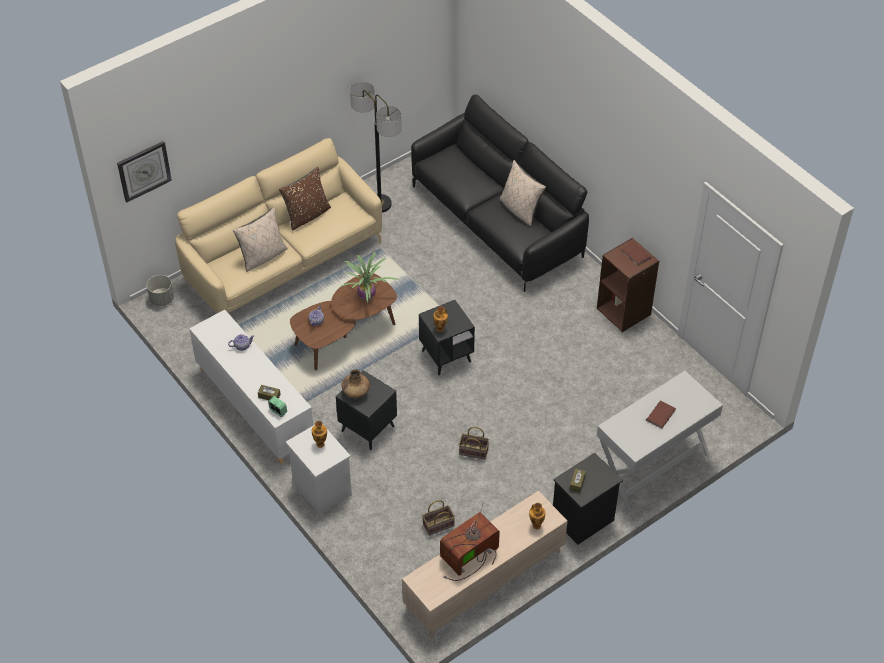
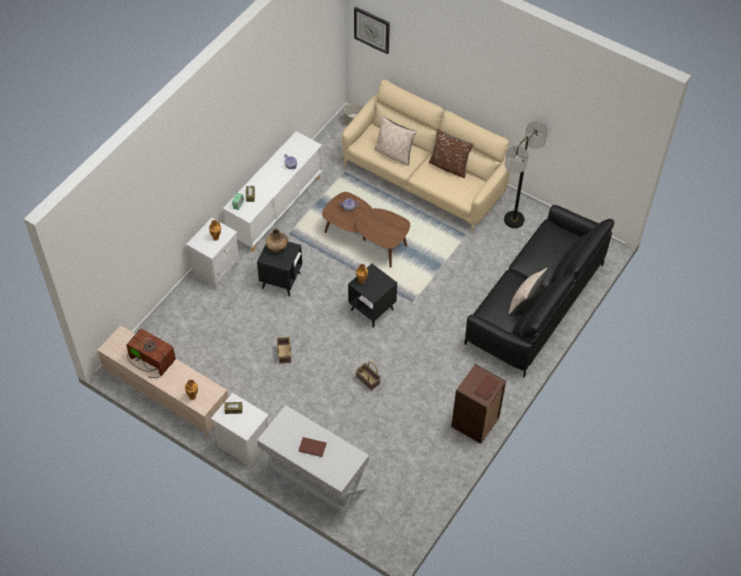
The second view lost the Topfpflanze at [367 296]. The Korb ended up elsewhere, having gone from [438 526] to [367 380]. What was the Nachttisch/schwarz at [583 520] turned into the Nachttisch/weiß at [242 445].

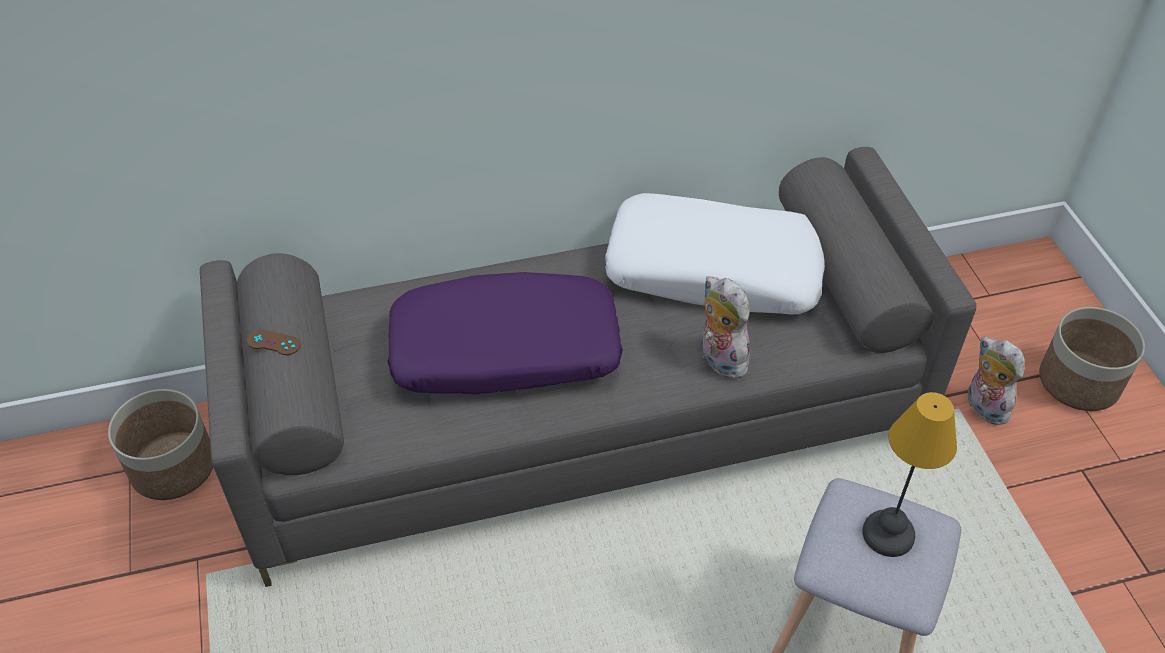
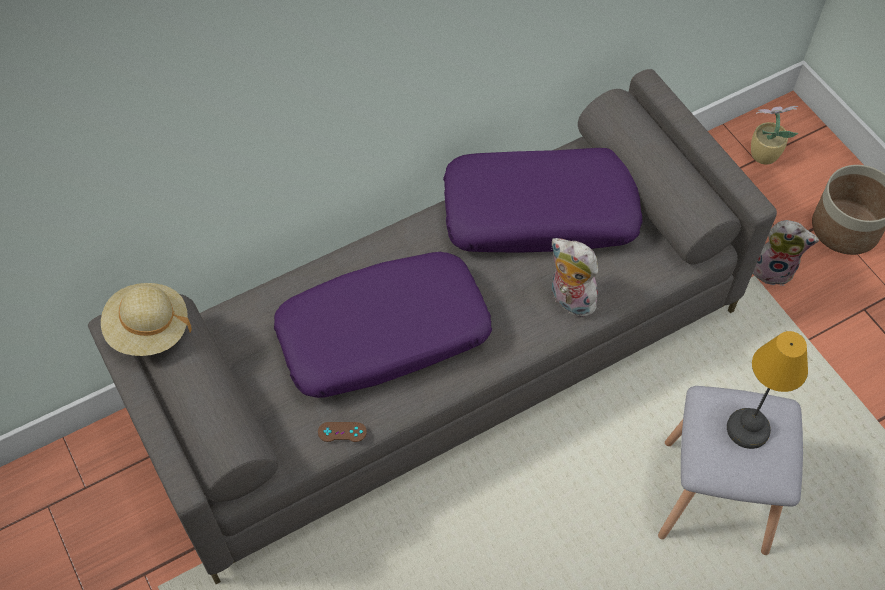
The second view lost the Pflanzkübel at [172 467]. The Gamepad/braun ended up elsewhere, having gone from [273 343] to [342 432]. What was the Kissen/weiß at [715 270] turned into the Kissen/lila at [540 212]. The Plüschtier at [983 407] ended up facing another way, 150 degrees clockwise from before. The second view gained the Hut/beige at [148 330]. The second view gained the Topfpflanze at [762 154].

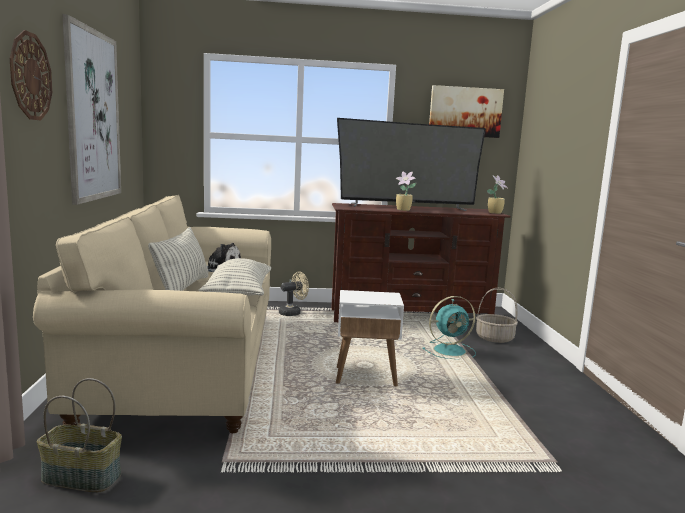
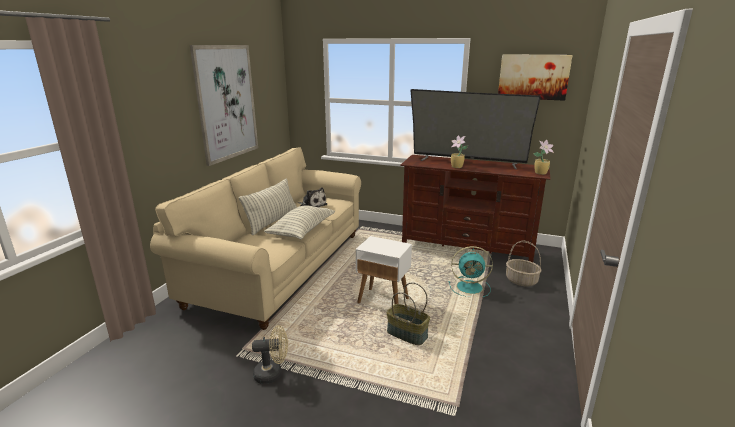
The second view lost the Wanduhr at [30 76]. The Korb ended up elsewhere, having gone from [80 478] to [406 334]. The Ventilator/beige ended up elsewhere, having gone from [293 313] to [273 374].

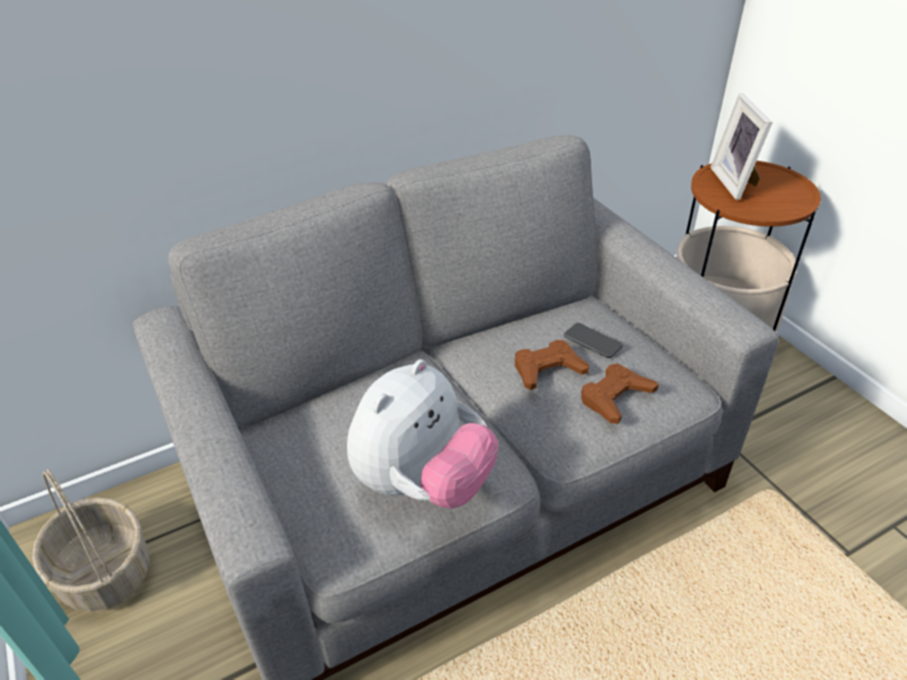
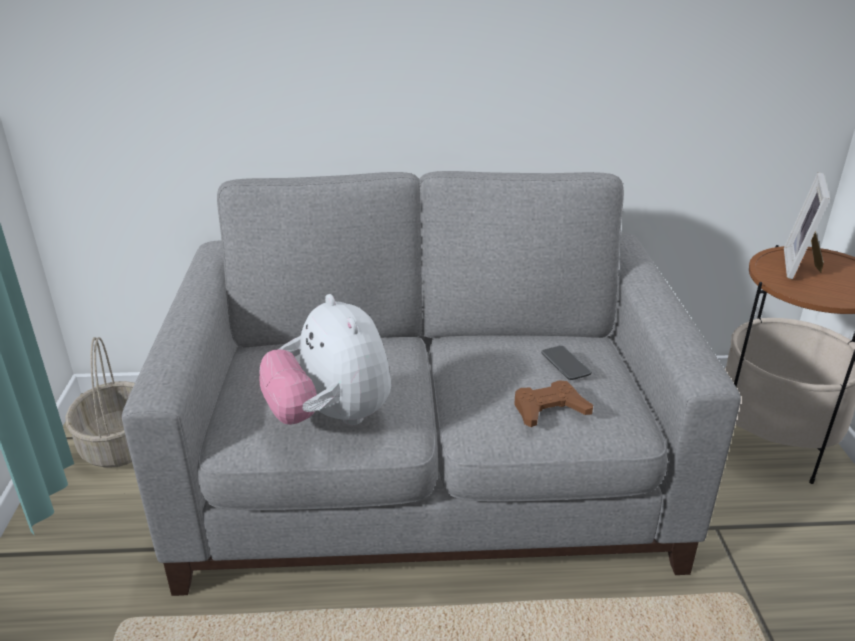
The Plüschtier at [423 483] ended up facing another way, 90 degrees clockwise from before. The second view lost the Gamepad/braun at [547 369].

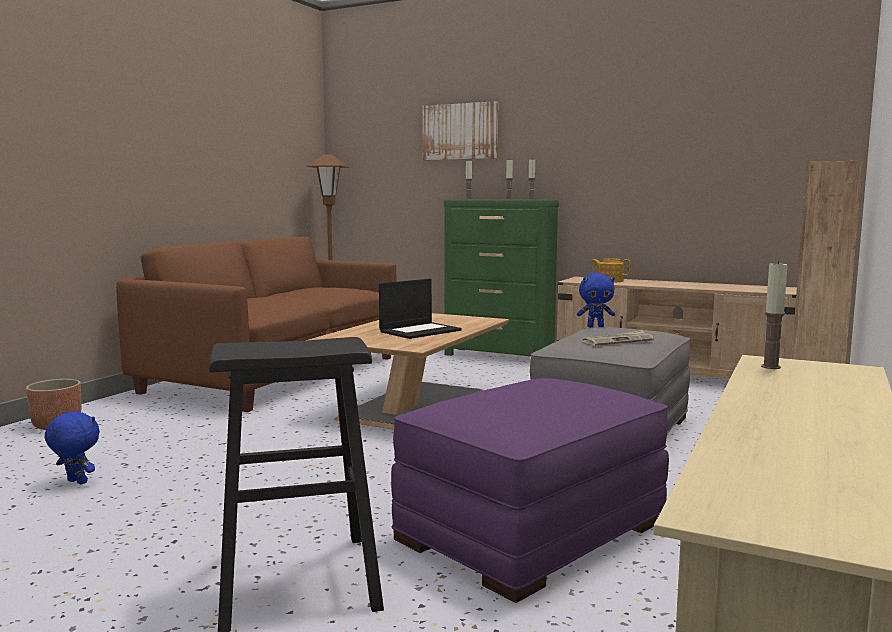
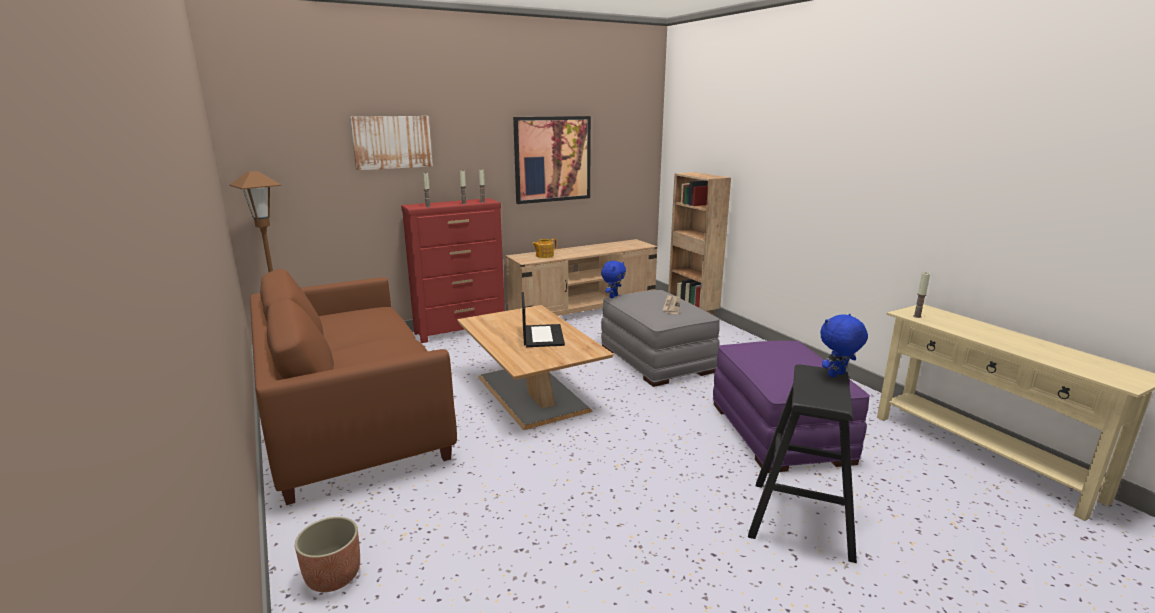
The Plüschtier/blau ended up elsewhere, having gone from [75 482] to [837 375]. What was the Kommode/grün at [499 356] turned into the Kommode/rot at [461 330]. The second view gained the Bild at [552 159].

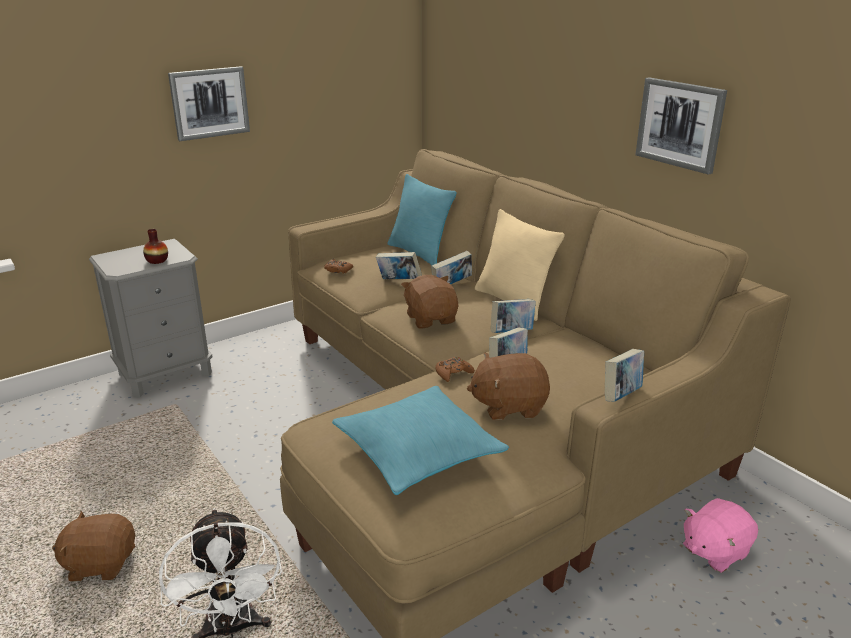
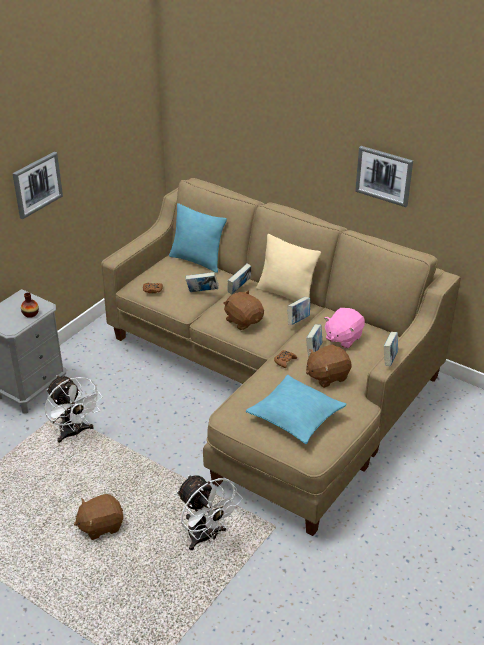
The Plüschtier/rosa ended up elsewhere, having gone from [714 551] to [343 338]. The second view gained the Ventilator/weiß at [74 433].

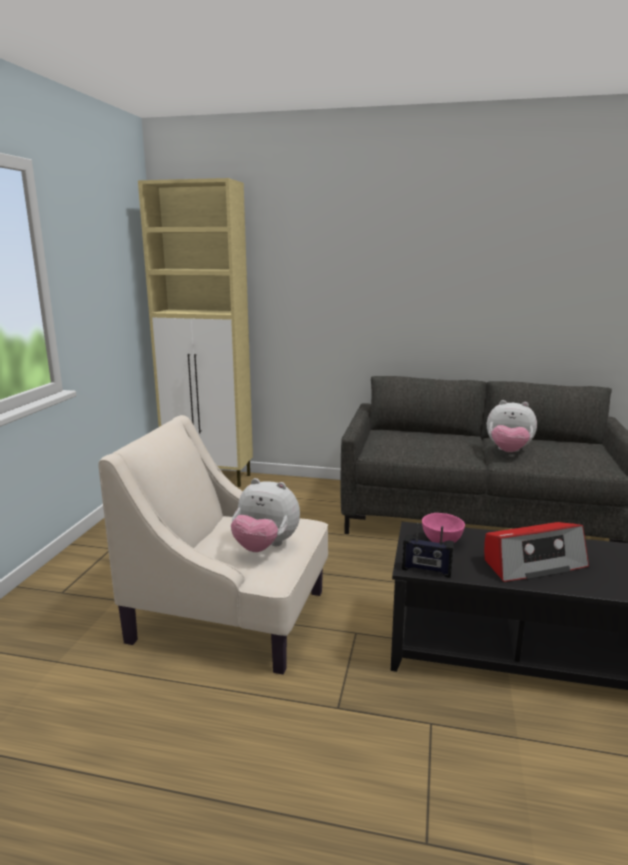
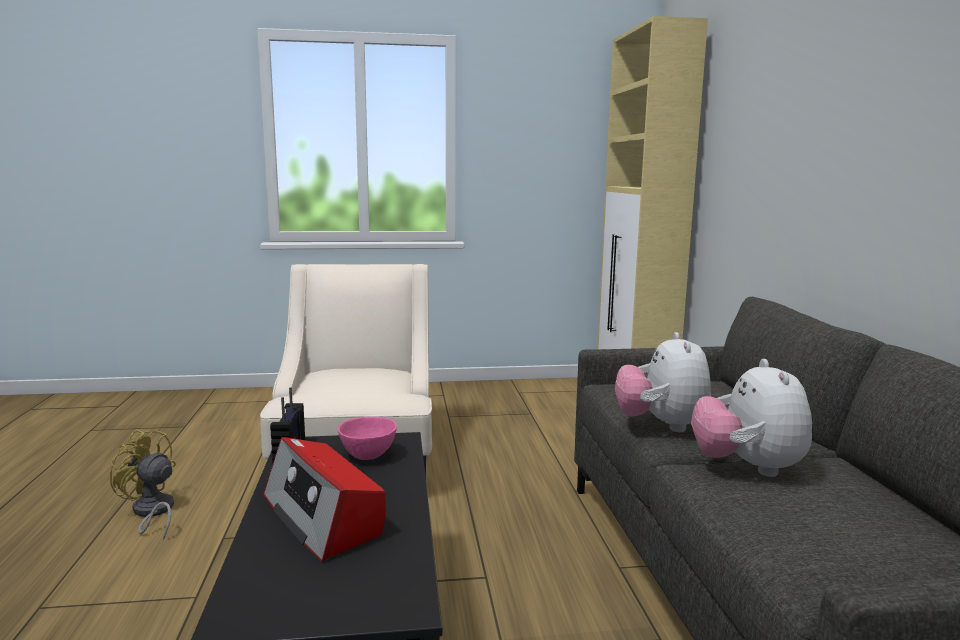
The Plüschtier ended up elsewhere, having gone from [265 547] to [661 425]. The second view gained the Ventilator/gelb at [152 513].

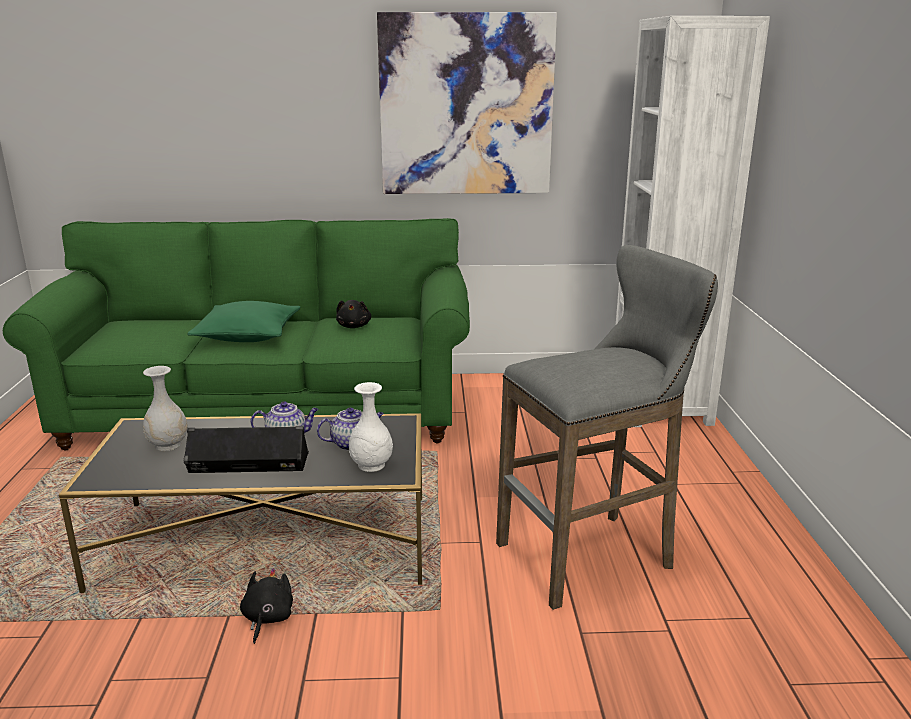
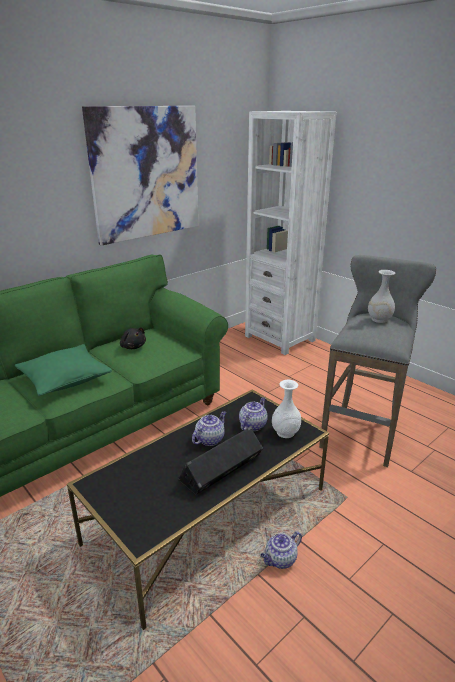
The Vase/weiß ended up elsewhere, having gone from [168 445] to [379 319]. Where the Plüschtier/schwarz stood at [267 619], the Teekanne came to stand at [280 560].

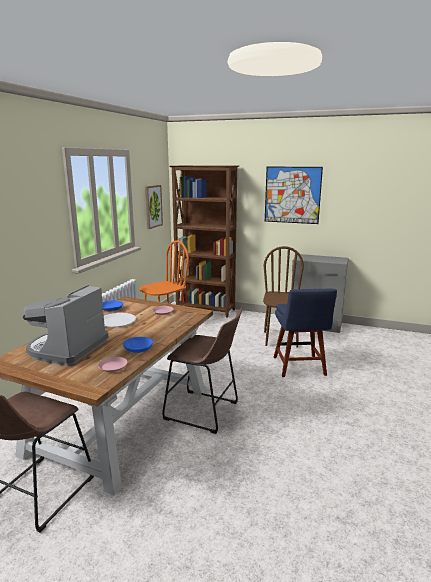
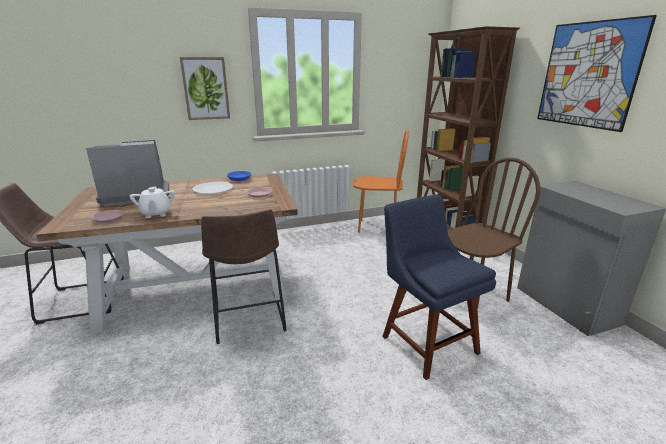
Where the Schüssel/blau stood at [138 349], the Teekanne/weiß came to stand at [156 214]. The Bild ended up elsewhere, having gone from [153 206] to [205 88]. The Stuhl/blau at [299 367] ended up facing another way, 105 degrees clockwise from before.

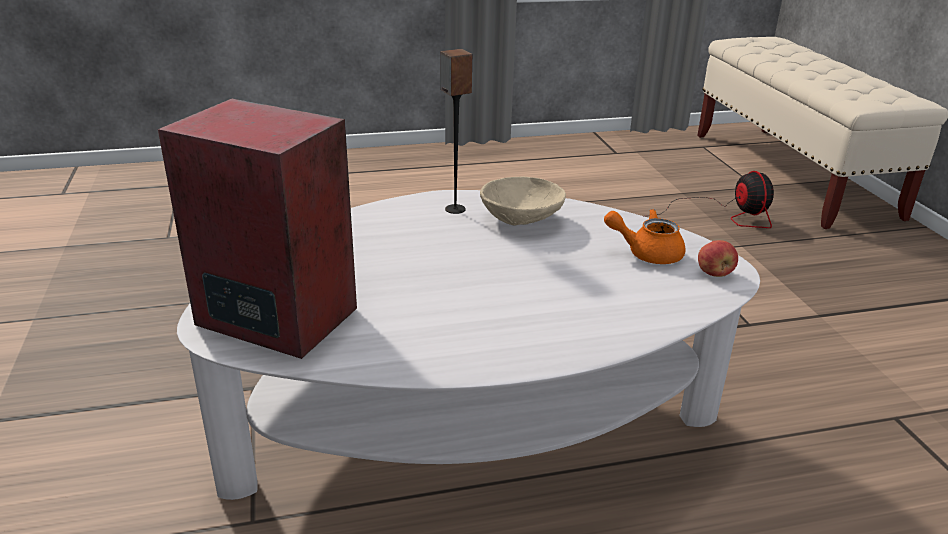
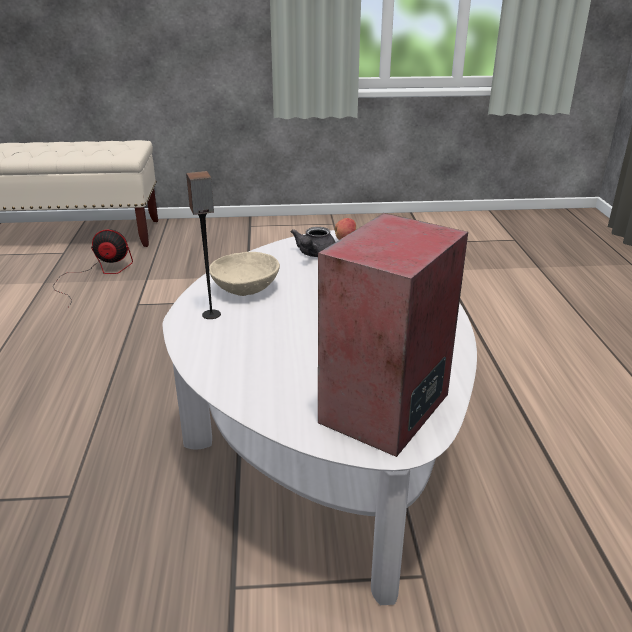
What was the Teekanne/orange at [646 253] turned into the Teekanne/grau at [314 254].

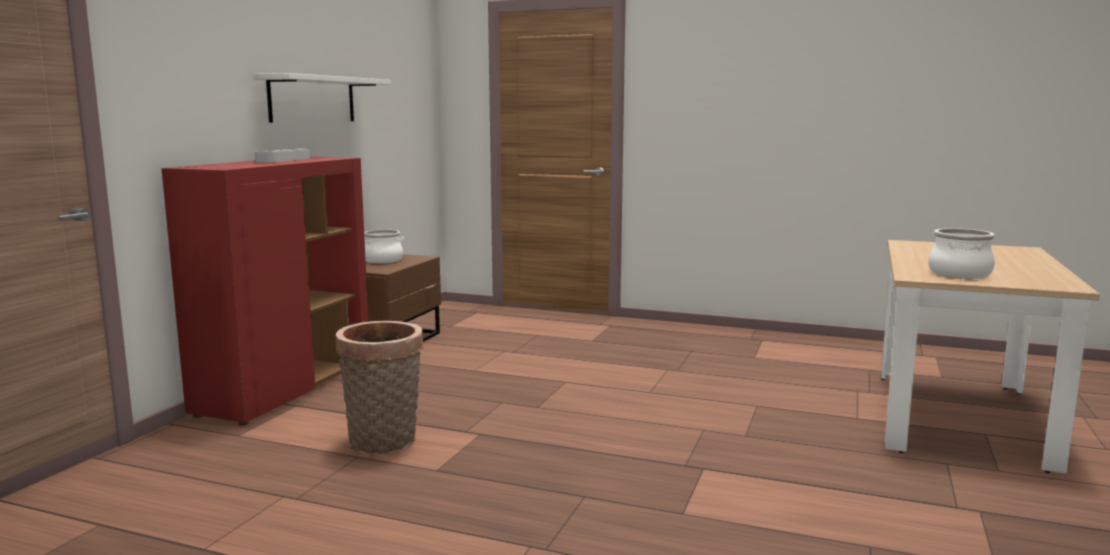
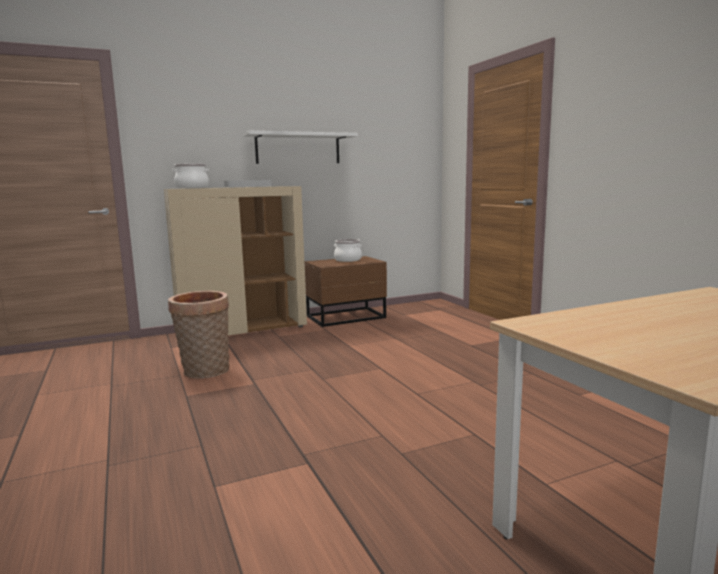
What was the Schrank/rot at [286 388] turned into the Schrank/beige at [243 330]. The Kochtopf ended up elsewhere, having gone from [960 274] to [192 188].

